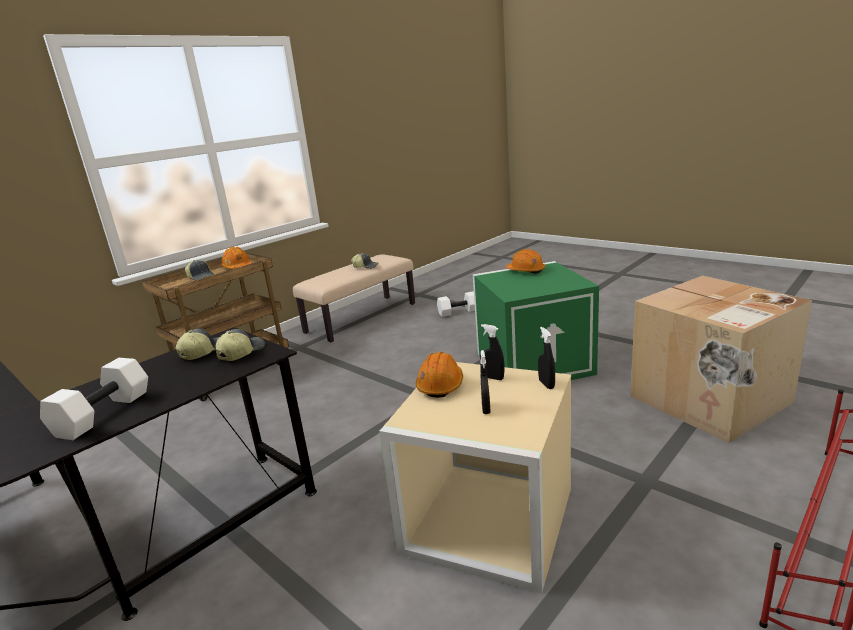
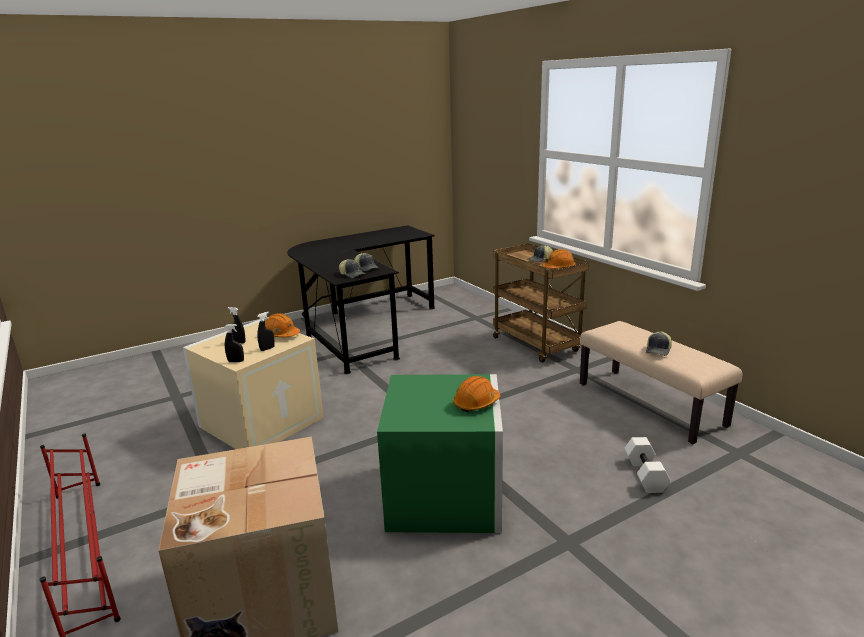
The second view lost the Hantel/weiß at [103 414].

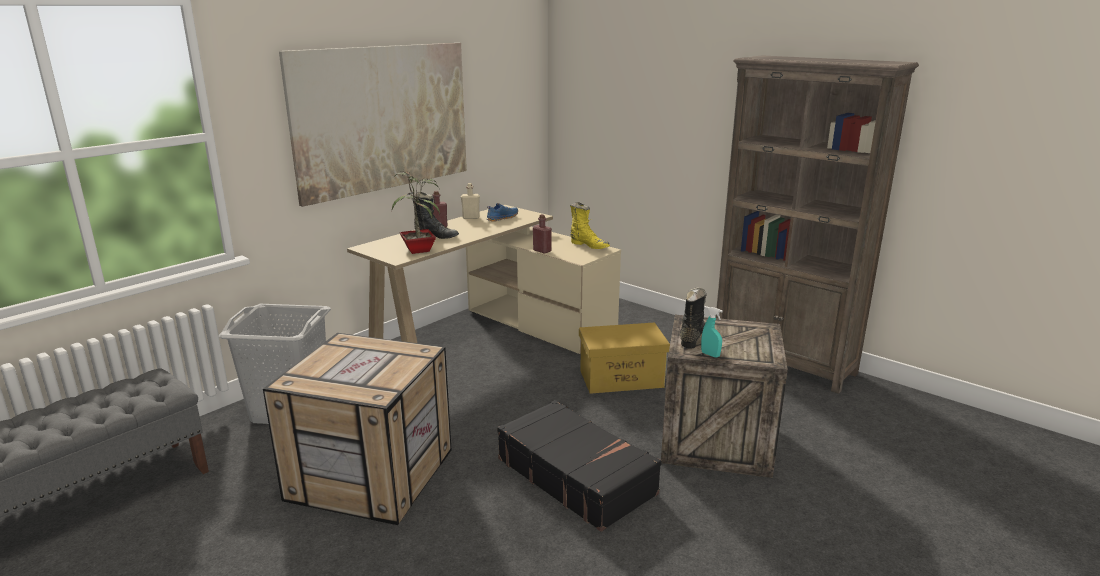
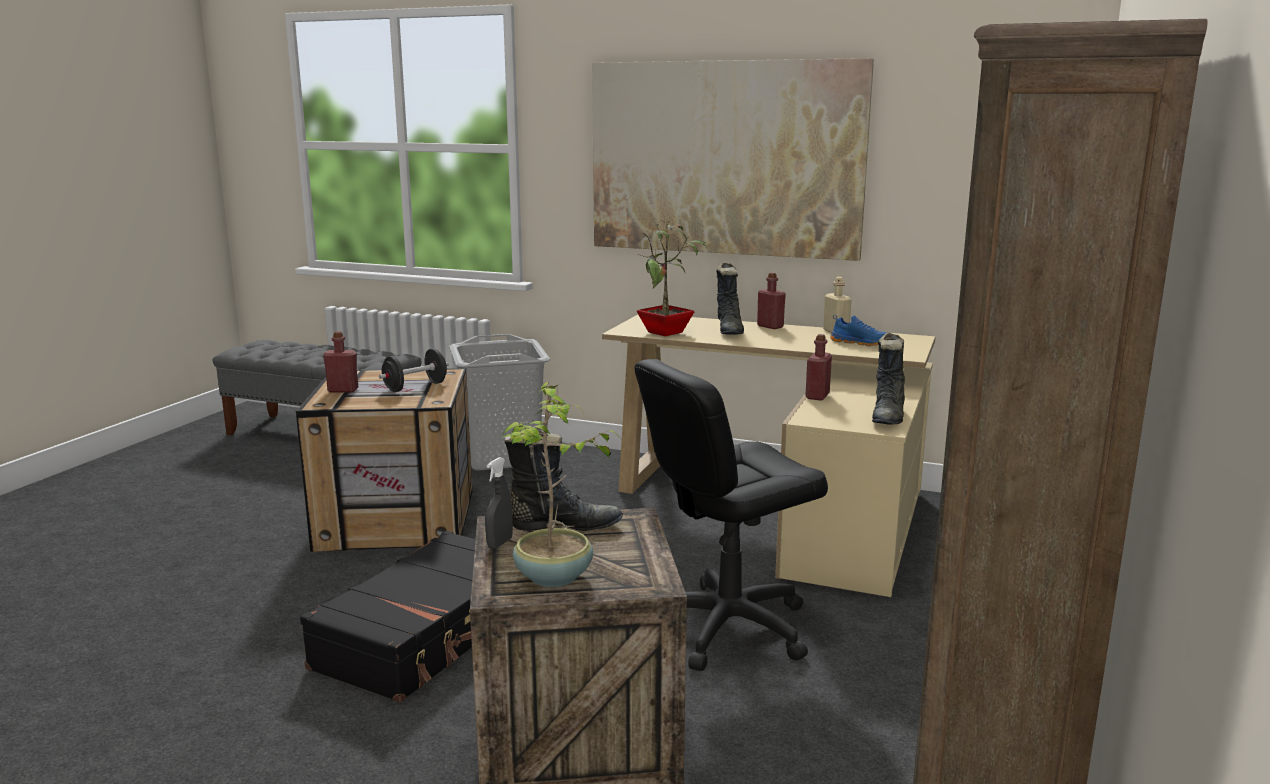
What was the Stiefel/gelb at [589 245] turned into the Stiefel/schwarz at [888 417]. Where the Aufbewahrungsbox/gelb stood at [620 379], the Bürostuhl/schwarz came to stand at [727 627]. What was the Sprühflasche/türkis at [710 354] turned into the Sprühflasche/grau at [499 543]. The second view gained the Flasche/rot at [343 390]. The second view gained the Hantel/schwarz at [415 387]. The second view gained the Topfpflanze at [554 578].

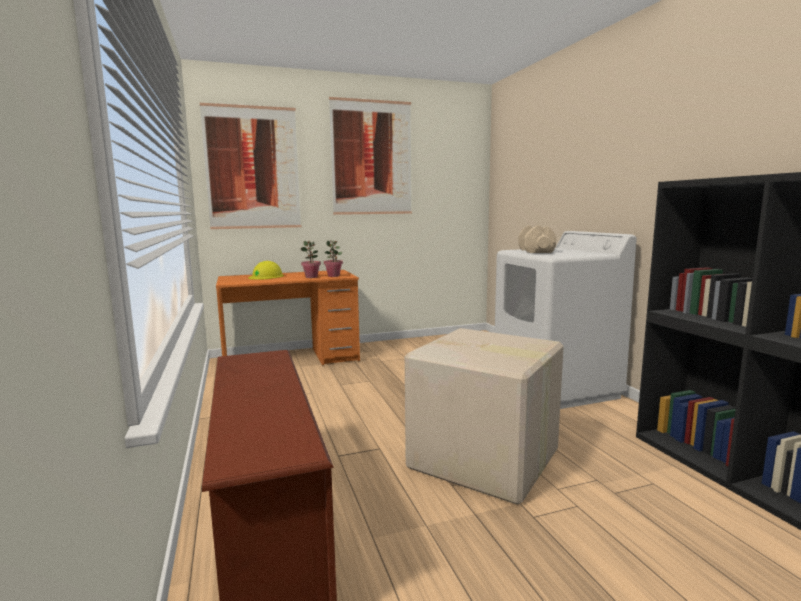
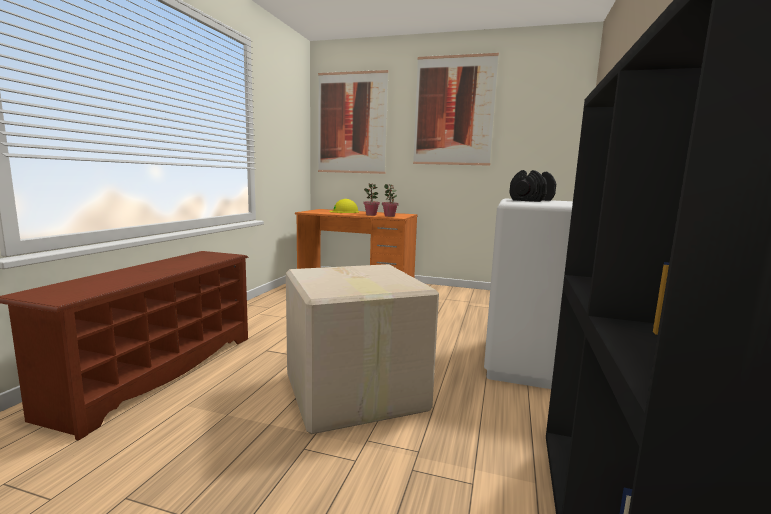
What was the Hantel/beige at [535 251] turned into the Hantel/schwarz at [531 200].

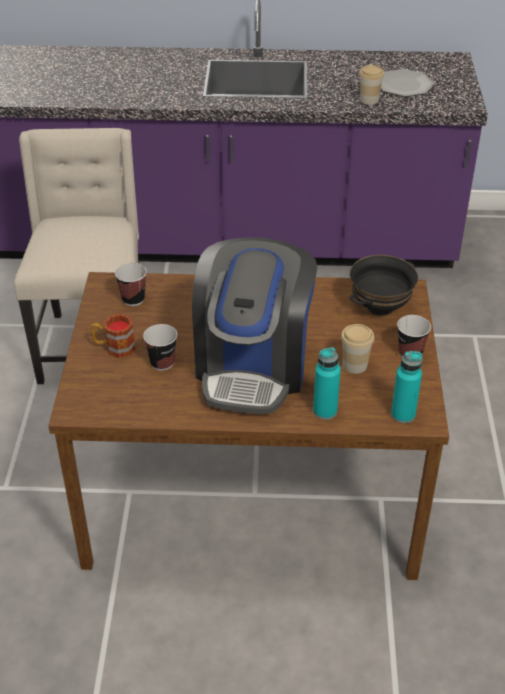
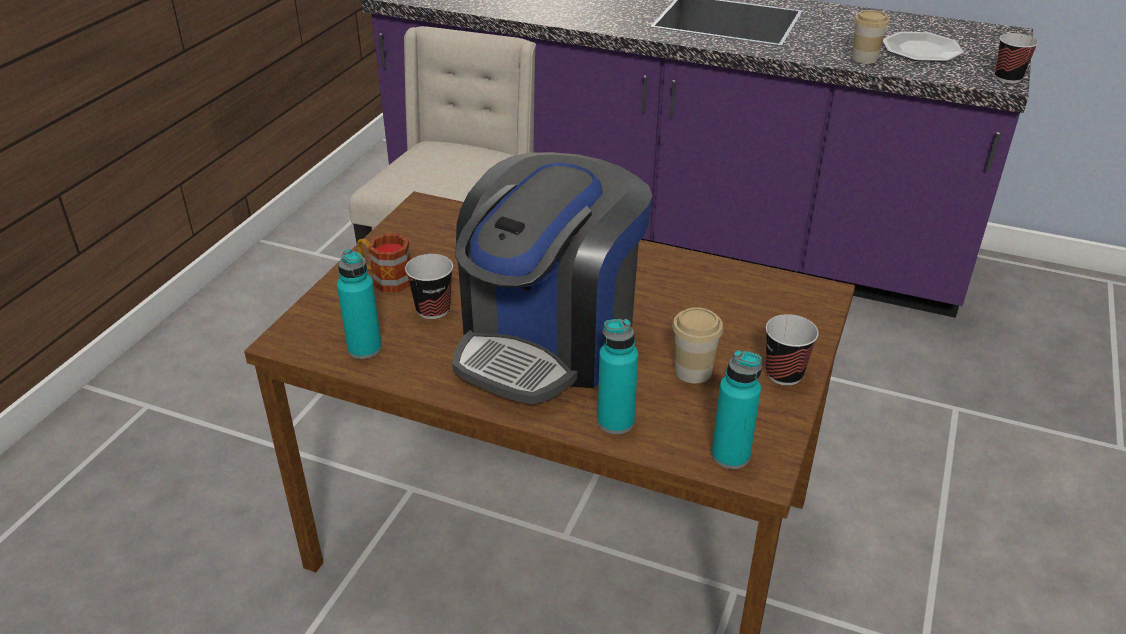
The Tasse ended up elsewhere, having gone from [133 299] to [1008 78]. The second view lost the Schüssel/schwarz at [379 307]. The second view gained the Flasche/türkis at [364 348].

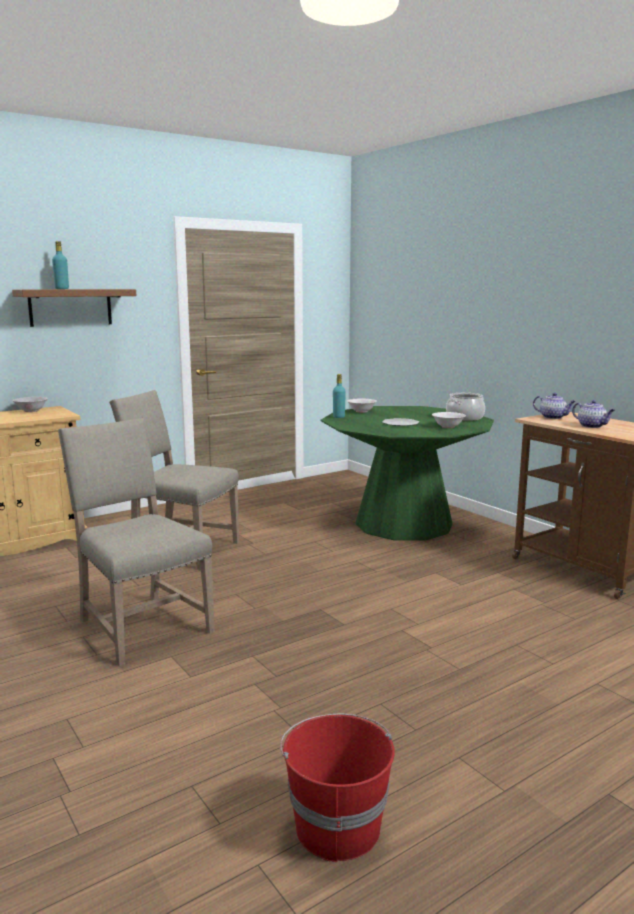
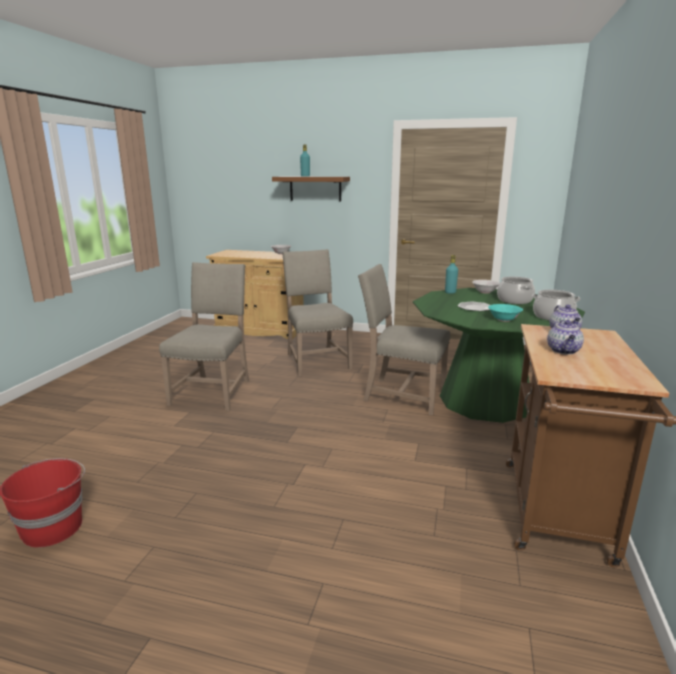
What was the Schüssel/weiß at [448 427] turned into the Schüssel/türkis at [504 319]. The second view gained the Stuhl/beige at [402 395]. The second view gained the Kochtopf at [514 300].

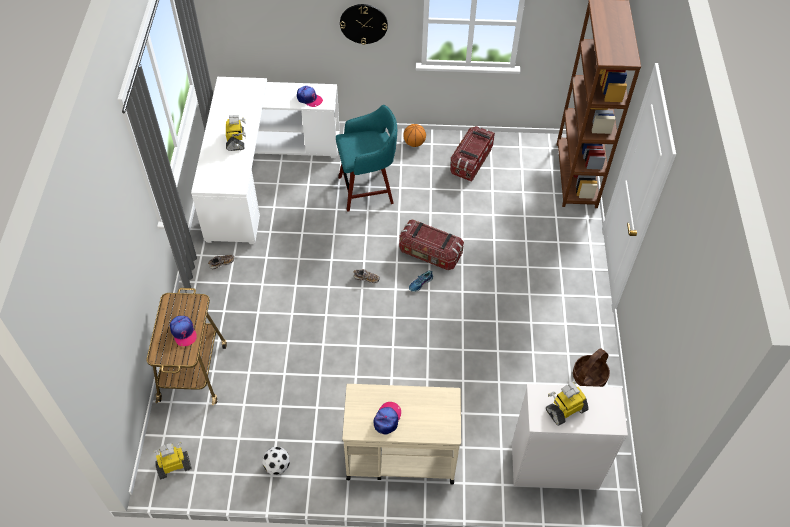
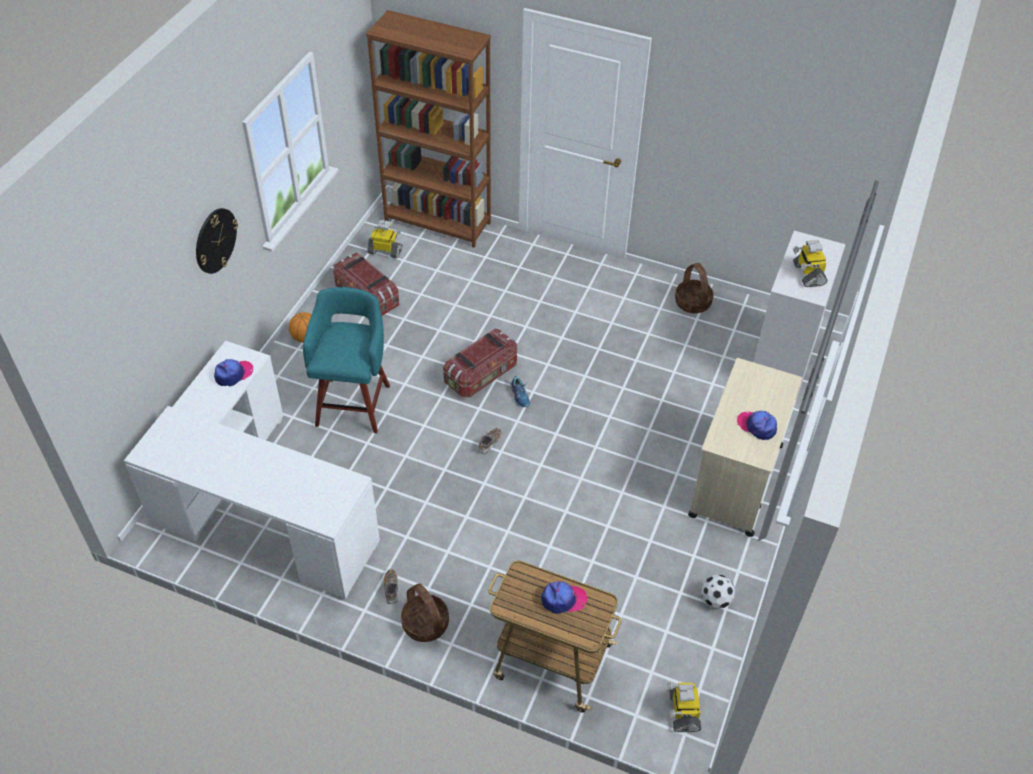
The Spielzeugroboter ended up elsewhere, having gone from [236 140] to [385 251]. The second view gained the Korb at [425 623].

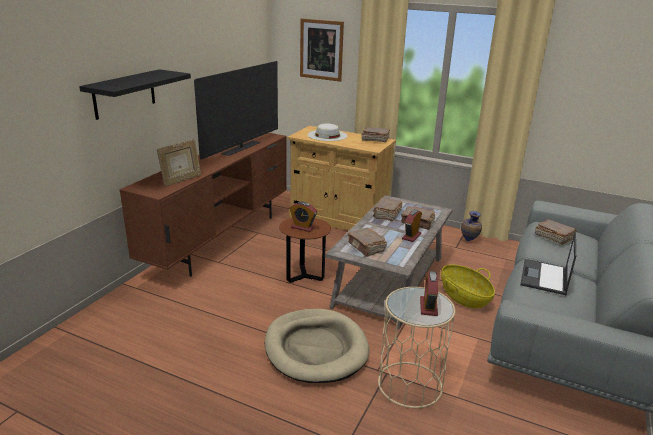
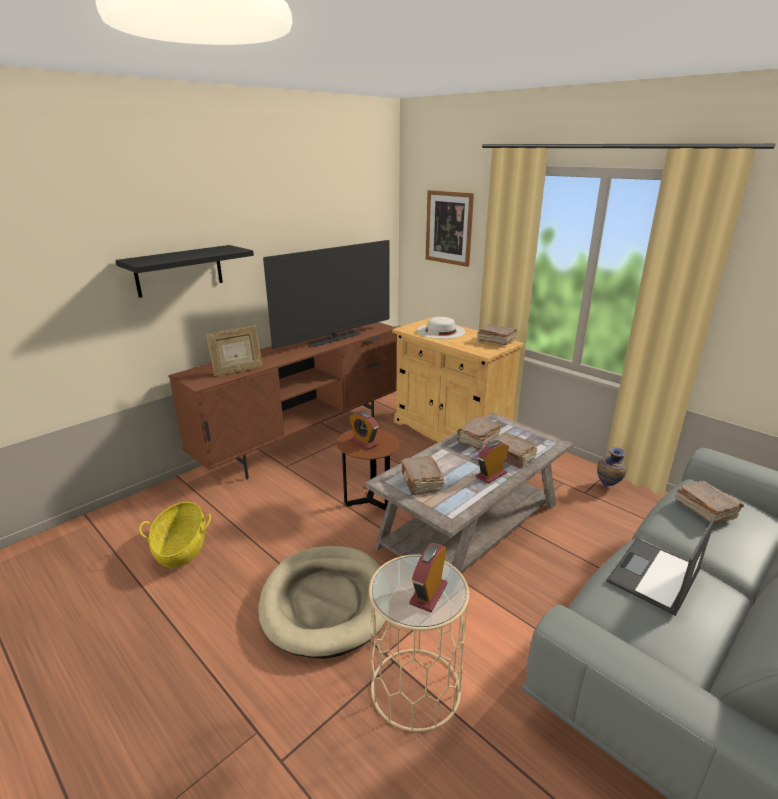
The Korb ended up elsewhere, having gone from [464 297] to [181 548].

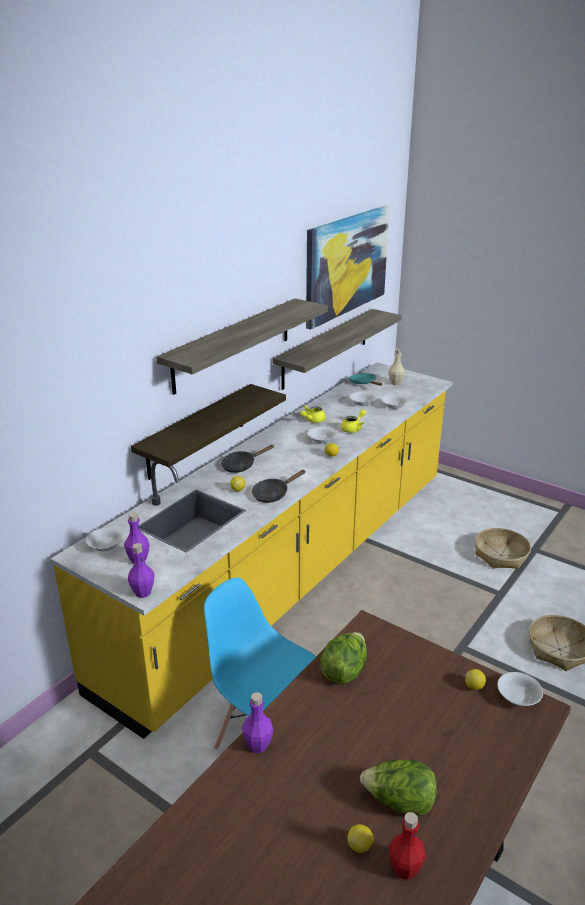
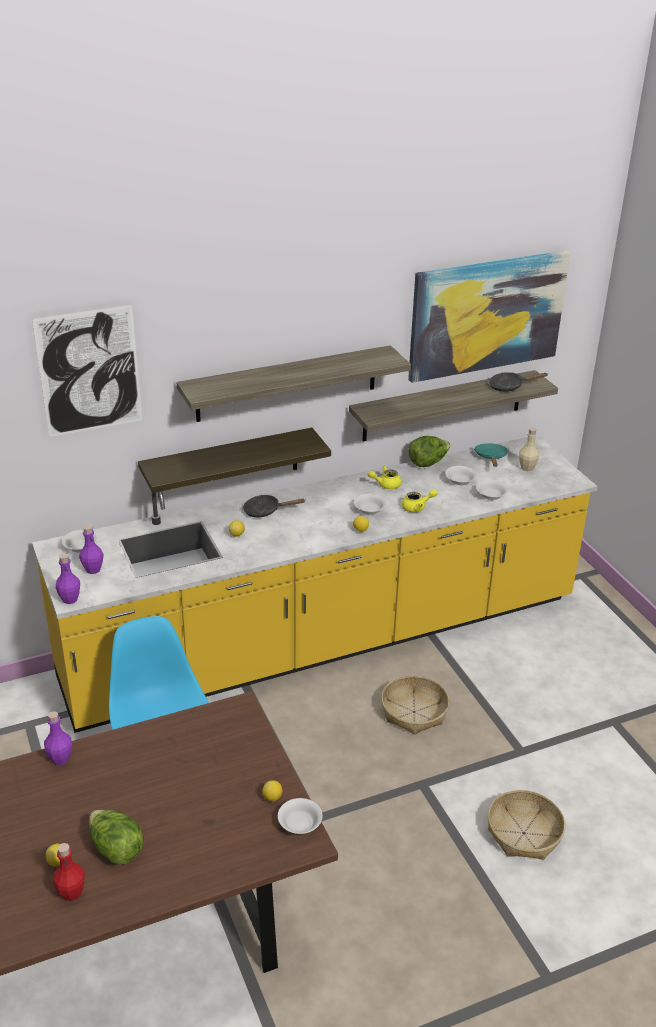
The Pfanne/schwarz ended up elsewhere, having gone from [273 494] to [509 386]. The Salatkopf ended up elsewhere, having gone from [344 671] to [428 463]. The Korb ended up elsewhere, having gone from [501 555] to [414 712]. The second view gained the Bild at [89 371].

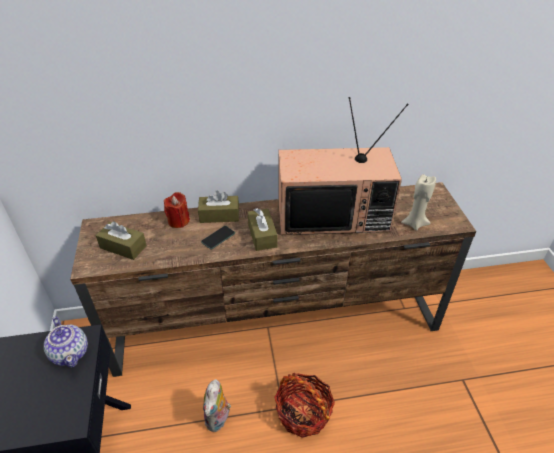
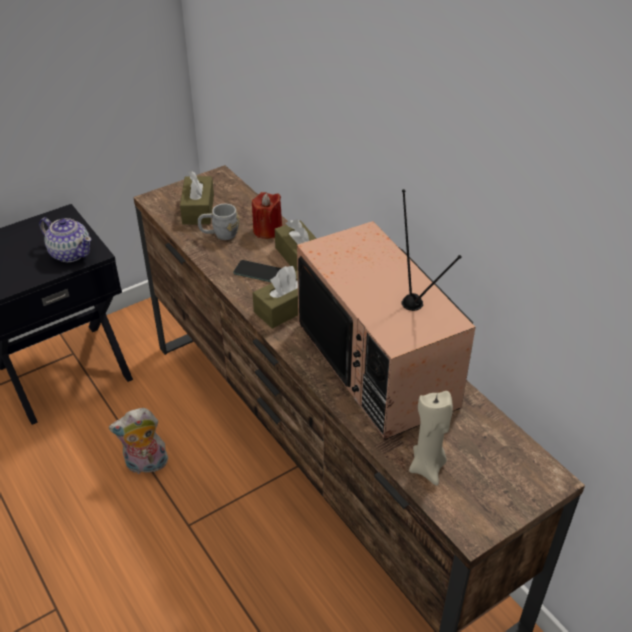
The Teekanne at [70 352] ended up facing another way, 90 degrees counterclockwise from before. The second view lost the Korb at [303 413]. The second view gained the Henkelbecher/grau at [219 234].

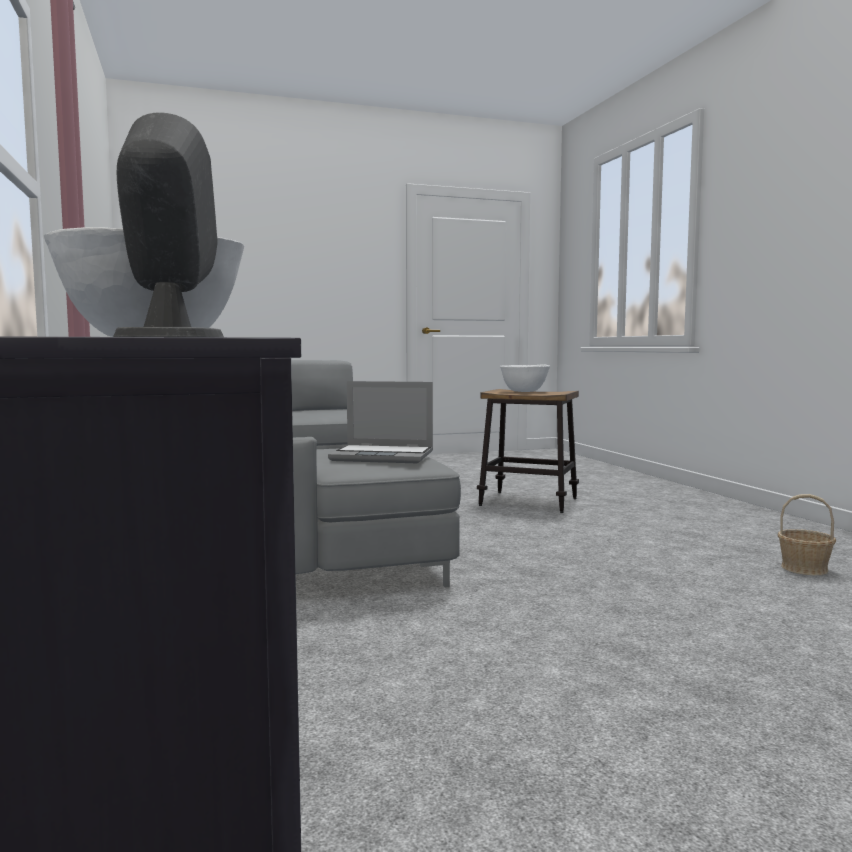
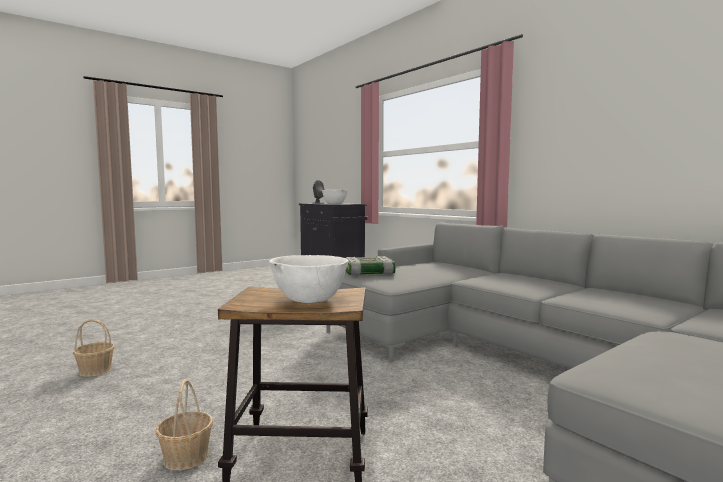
Where the Laptop stood at [384 456], the Buch came to stand at [368 273]. The second view gained the Korb at [186 457].

